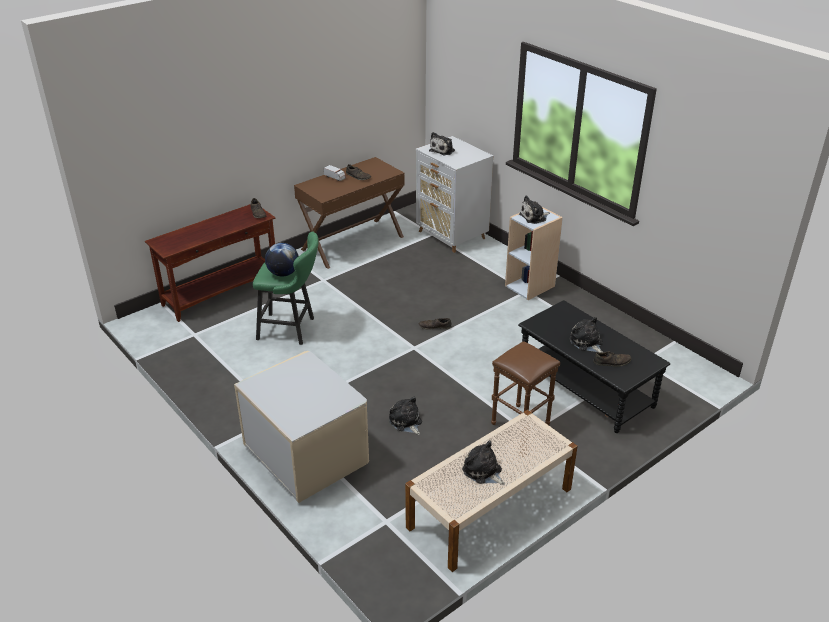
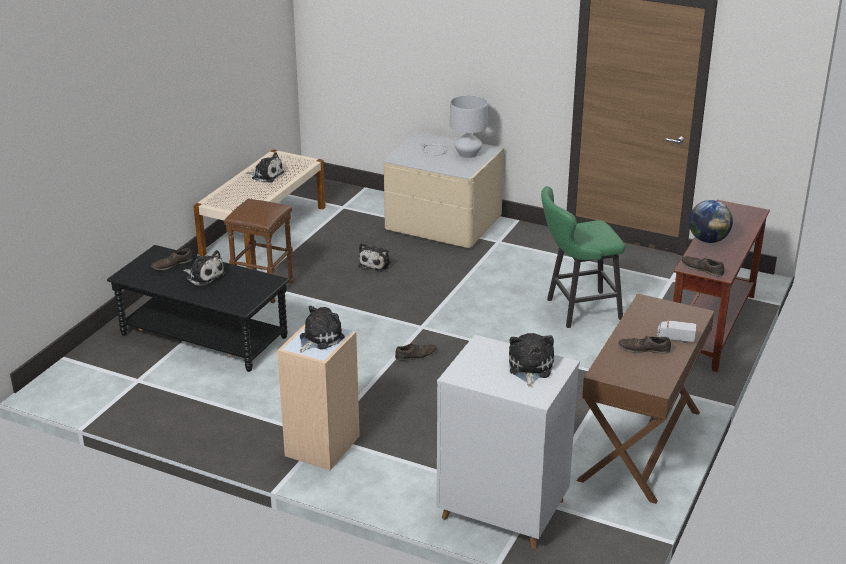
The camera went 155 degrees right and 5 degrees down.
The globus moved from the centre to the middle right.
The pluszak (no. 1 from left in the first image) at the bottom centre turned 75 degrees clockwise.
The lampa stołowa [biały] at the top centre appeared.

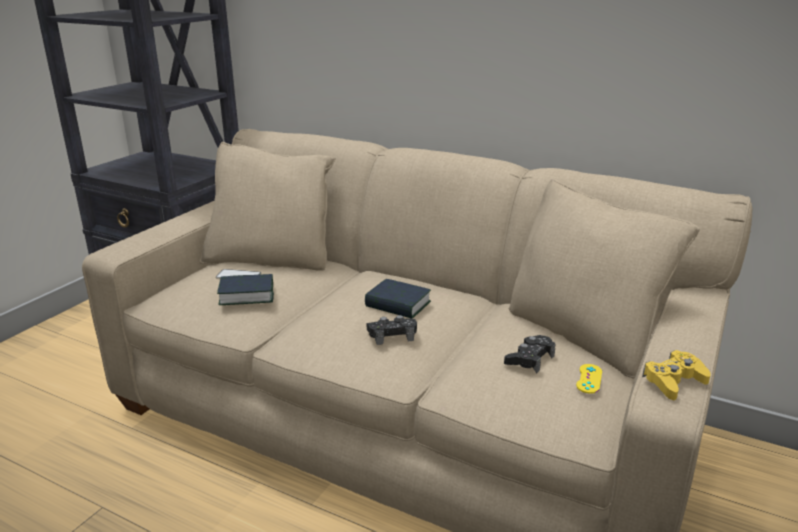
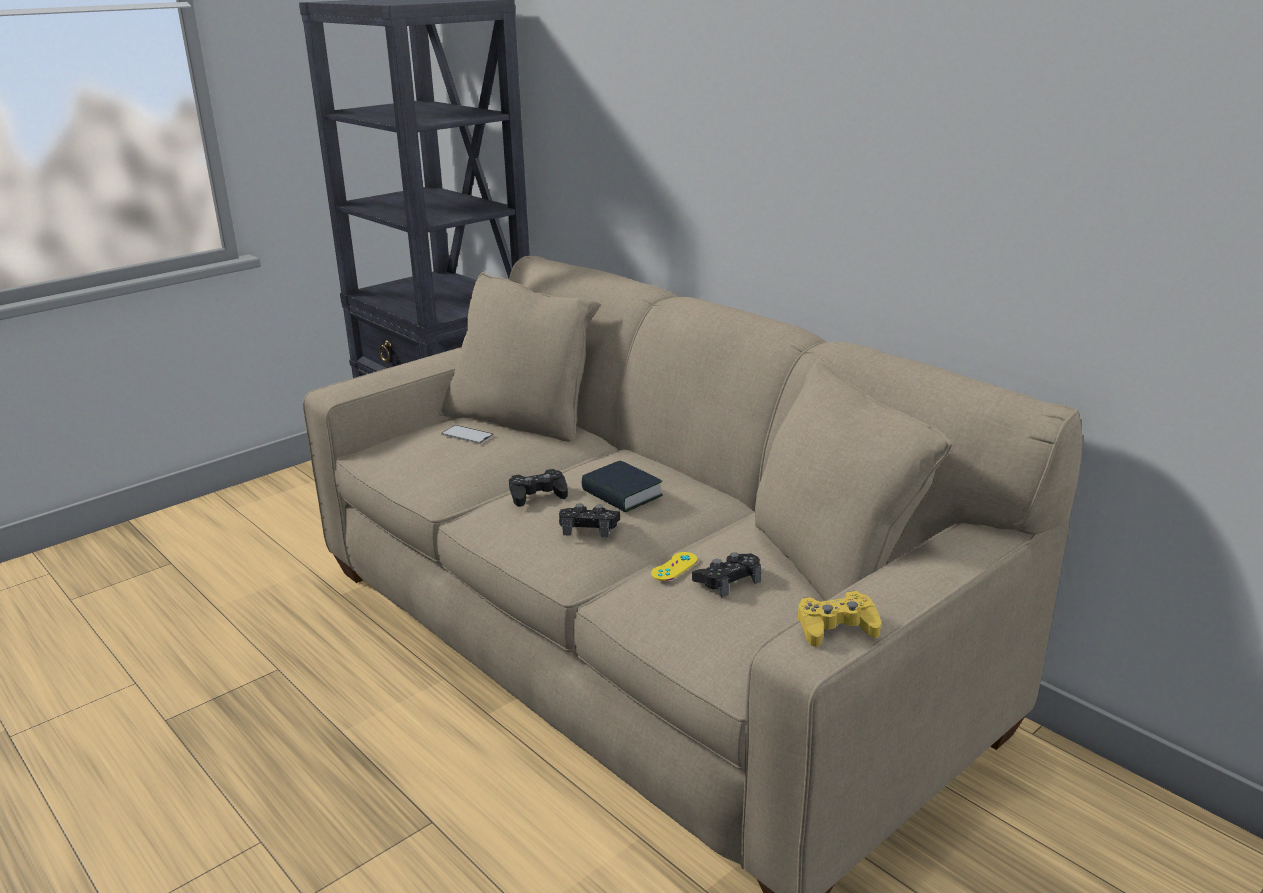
The camera went 20 degrees right and 0 degrees up.
The książka (no. 1 from left) at the middle left disappeared.
The pad do gier [żółty] (no. 1 from left) moved from the bottom right to the centre.
The pad do gier [czarny] (no. 1 from left) at the centre appeared.

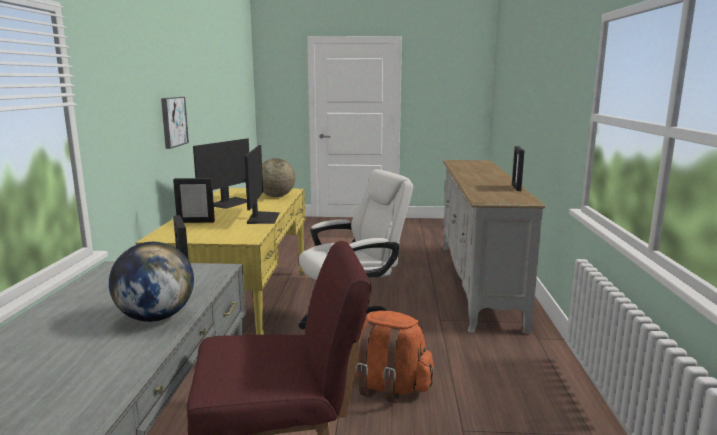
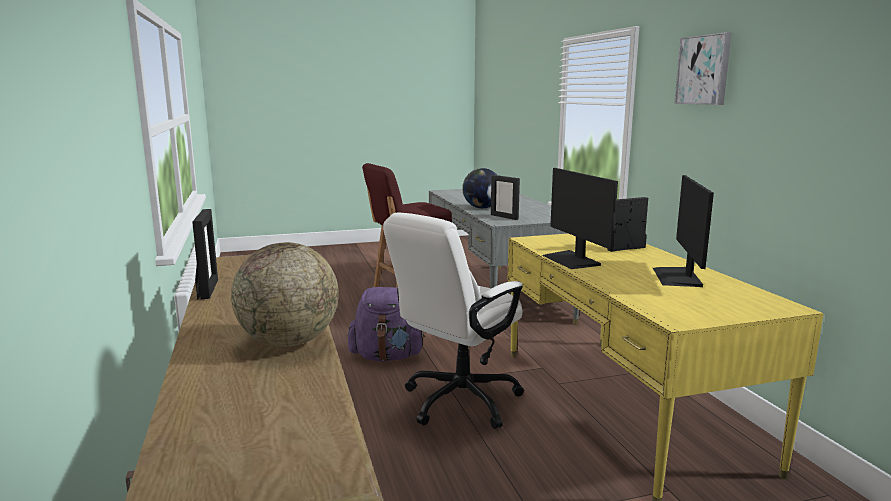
The camera went 160 degrees right and 0 degrees up.
The obraz moved from the top left to the top right.
The globus (no. 2 from left in the first image) moved from the centre to the middle left.
The plecak [pomarańczowy] at the bottom centre became the plecak [fioletowy] at the centre.

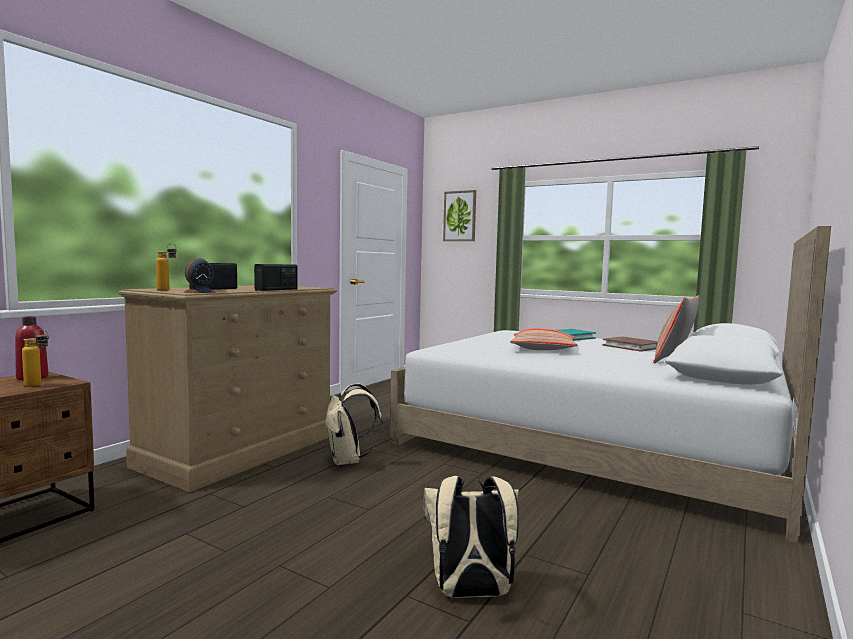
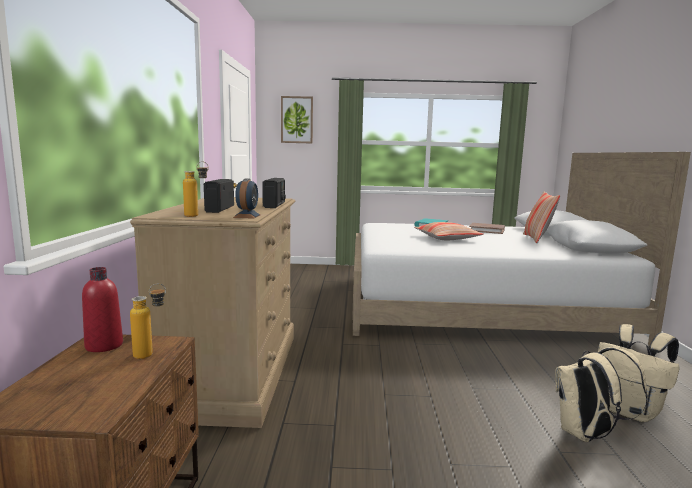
The camera went 30 degrees left and 5 degrees up.
The plecak [beżowy] (no. 1 from left in the first image) moved from the centre to the bottom right.

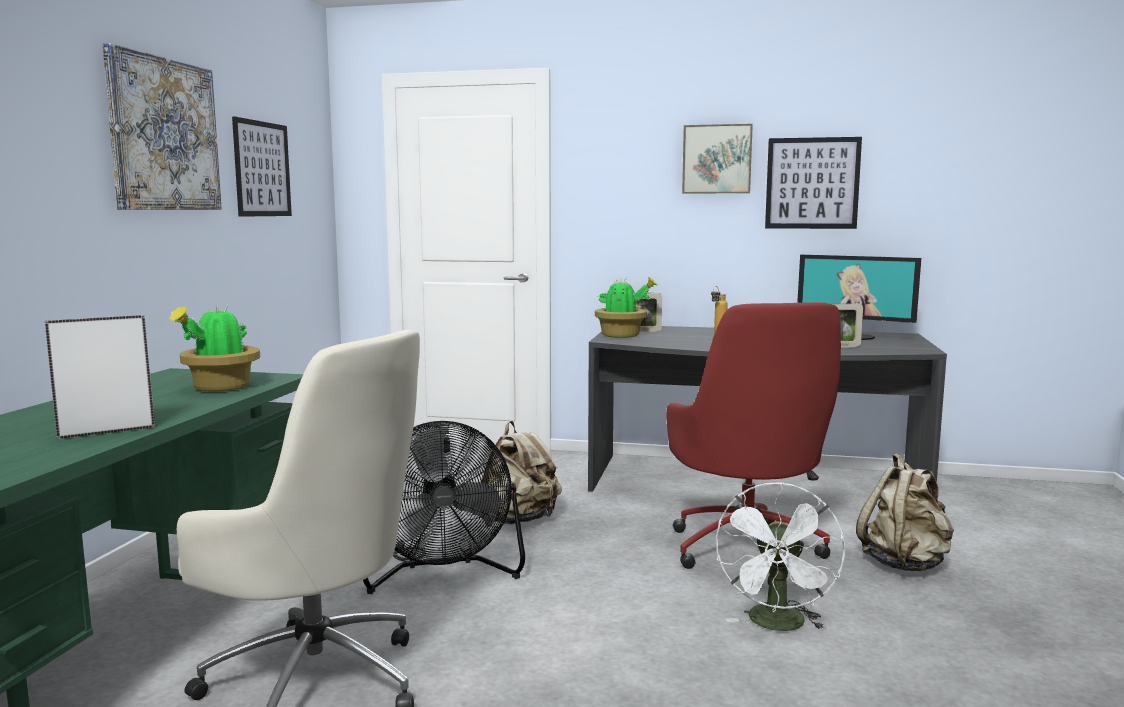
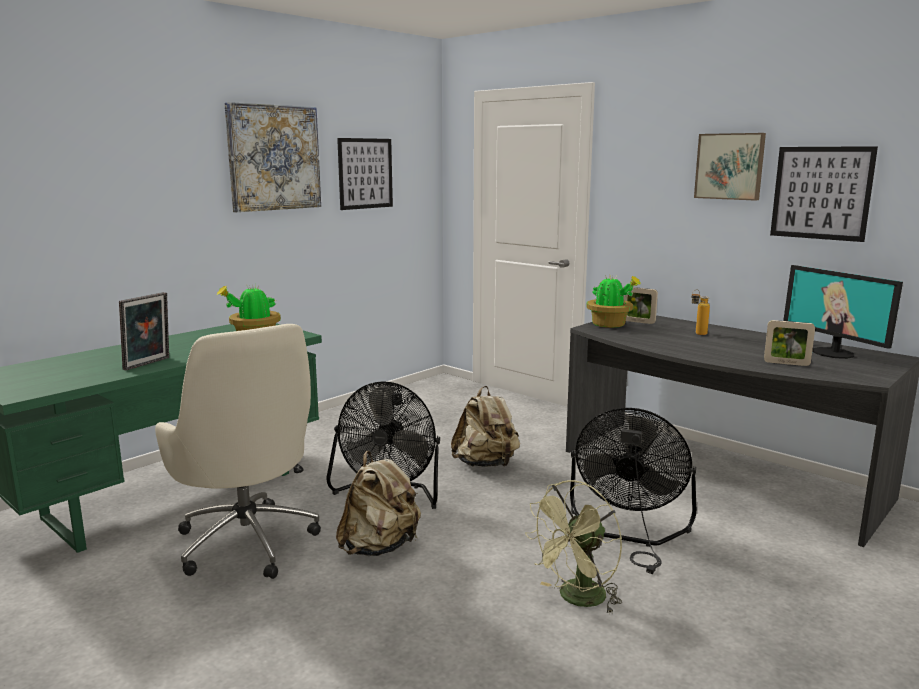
The camera went 30 degrees right and 5 degrees up.
The krzesło biurowe [czerwony] at the middle right was replaced by the wentylator [czarny] (no. 2 from left) at the bottom right.
The ramka na zdjęcie (no. 1 from left) at the middle left turned 120 degrees clockwise.
The plecak [beżowy] (no. 2 from left in the first image) moved from the bottom right to the bottom centre.
The wentylator [biały] at the bottom right became the wentylator [zielony] at the bottom centre.

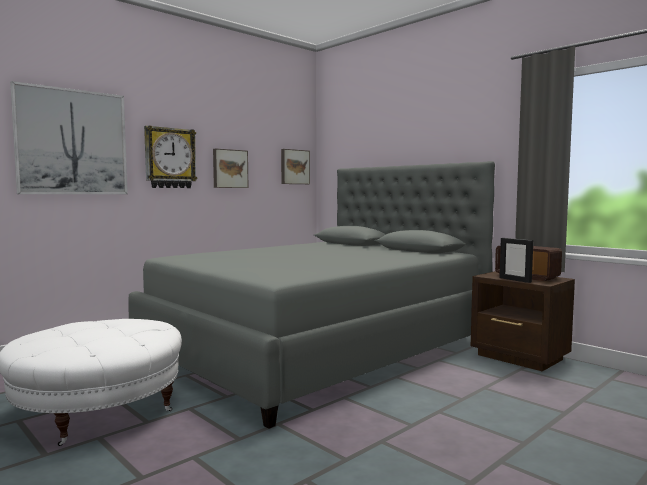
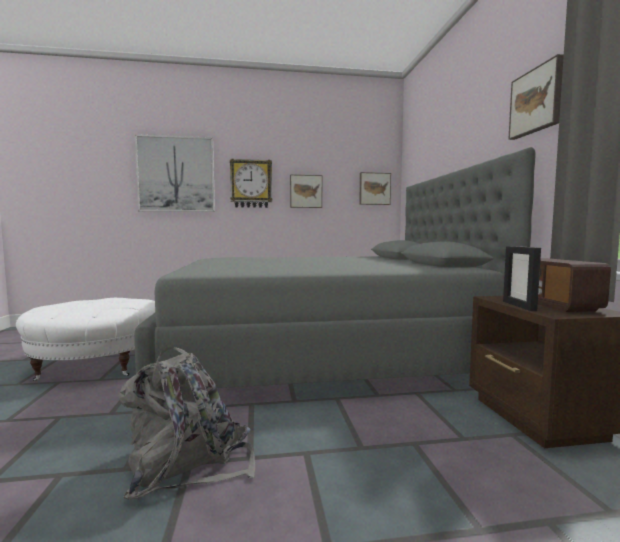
The camera went 35 degrees right and 0 degrees up.
The obraz (no. 4 from left) at the top right appeared.
The plecak [szary] at the bottom left appeared.

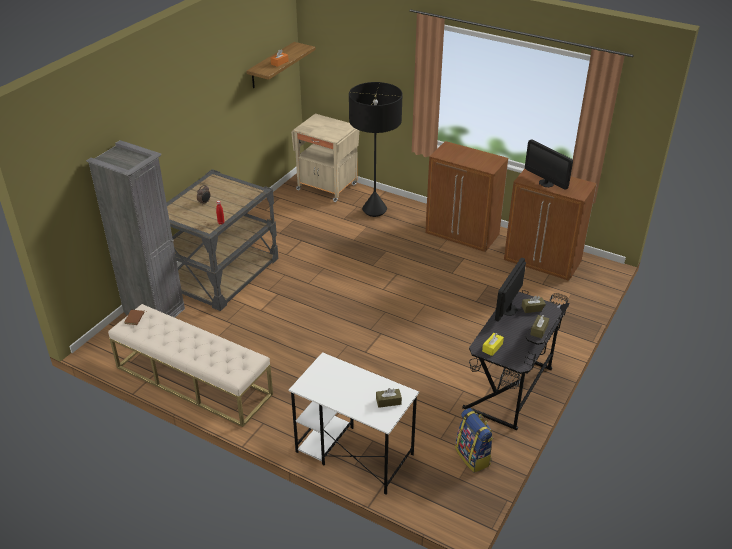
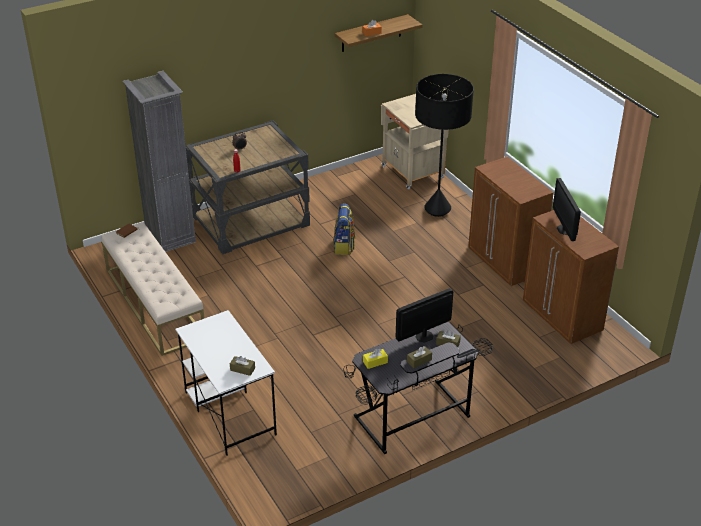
The camera went 30 degrees right and 0 degrees up.
The plecak moved from the bottom centre to the centre.

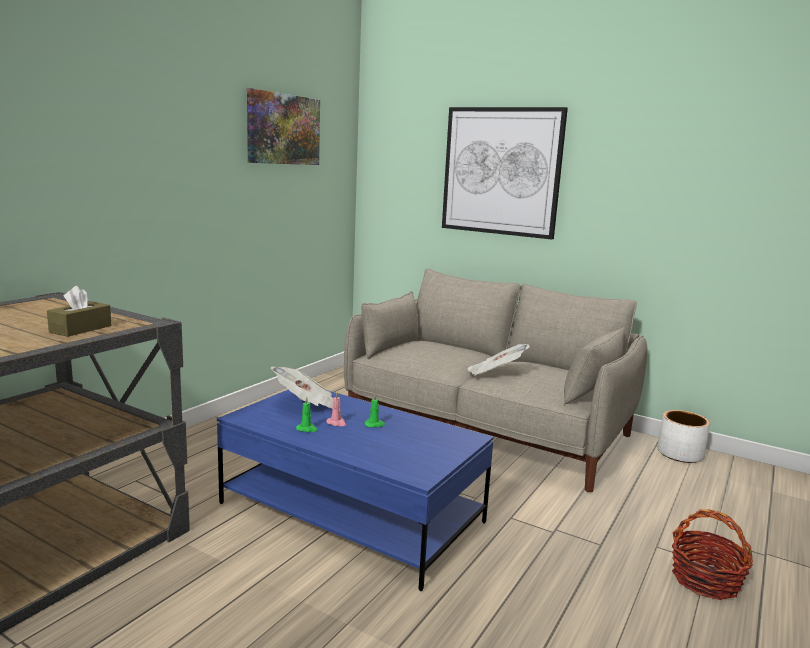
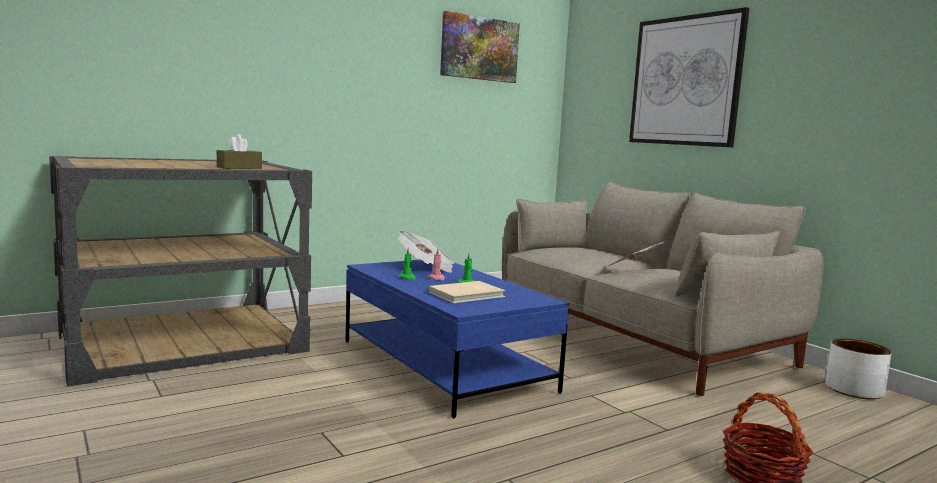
The camera went 25 degrees right and 5 degrees down.
The książka [beżowy] at the centre appeared.

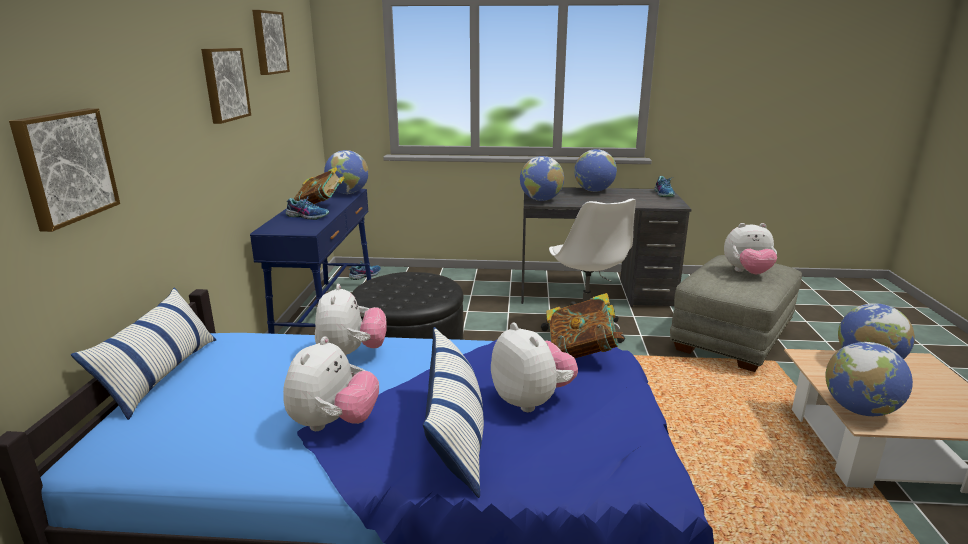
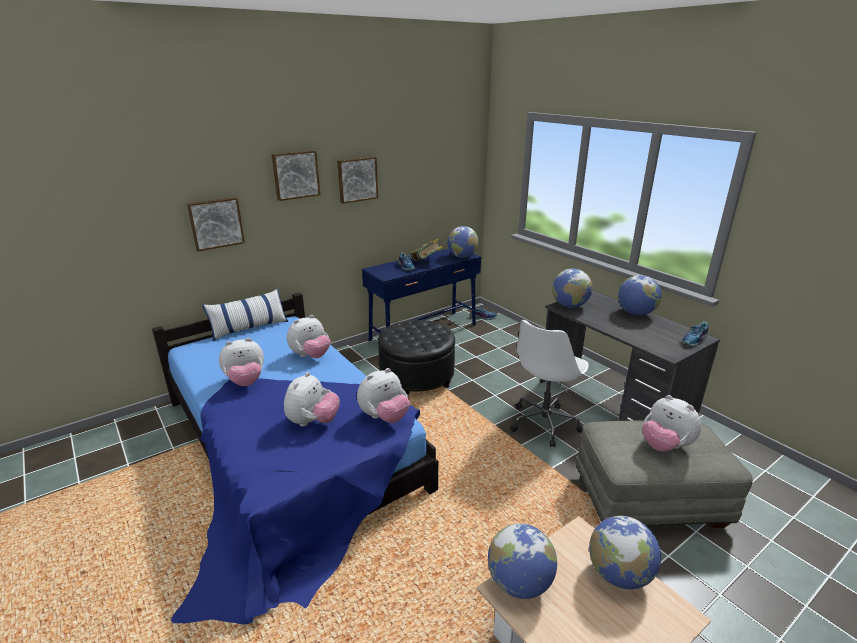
The camera went 50 degrees right and 5 degrees up.
The obraz (no. 3 from left in the first image) moved from the top left to the top centre.
The książka (no. 2 from left) at the centre was replaced by the pluszak (no. 4 from left) at the centre.
The poduszka (no. 2 from left) at the bottom centre disappeared.

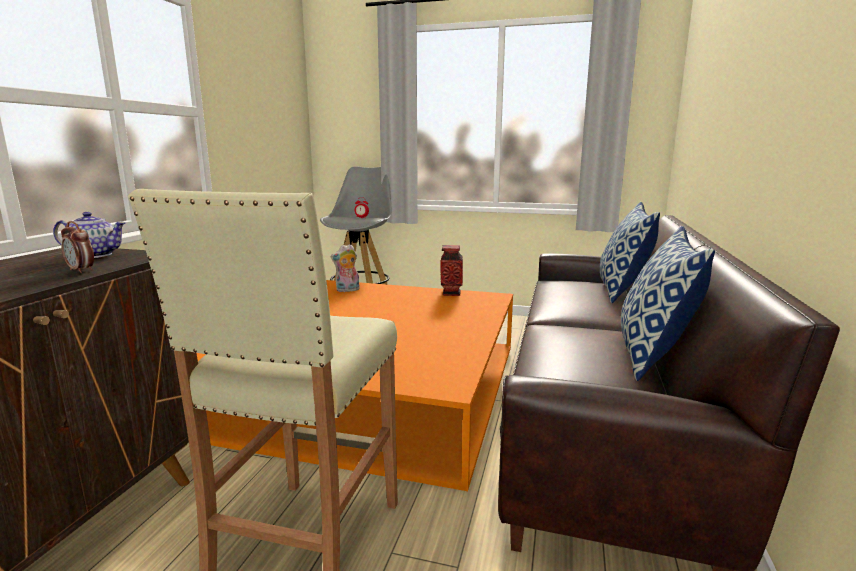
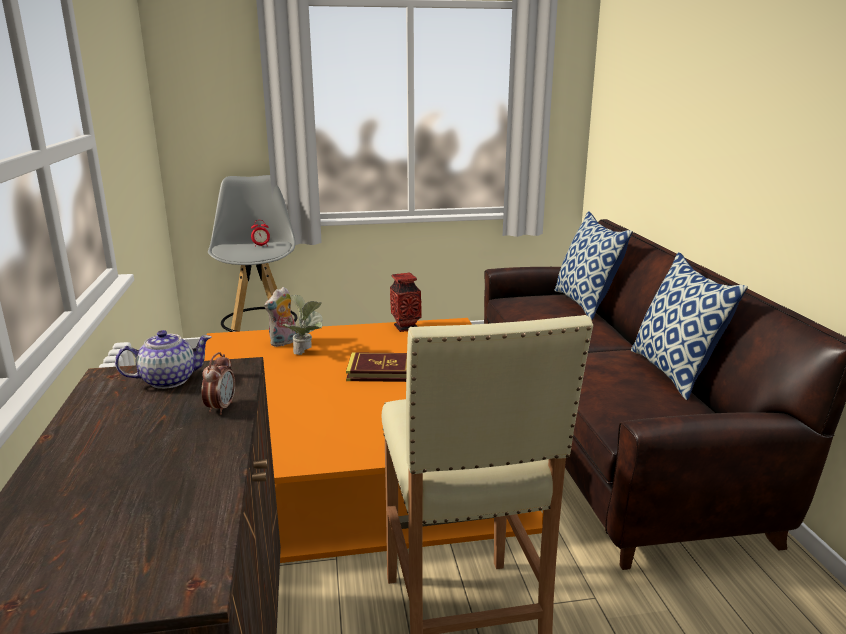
The camera went 25 degrees left and 5 degrees up.
The budzik (no. 1 from left) at the middle left turned 90 degrees counterclockwise.
The roślina doniczkowa at the centre appeared.
The książka at the centre appeared.

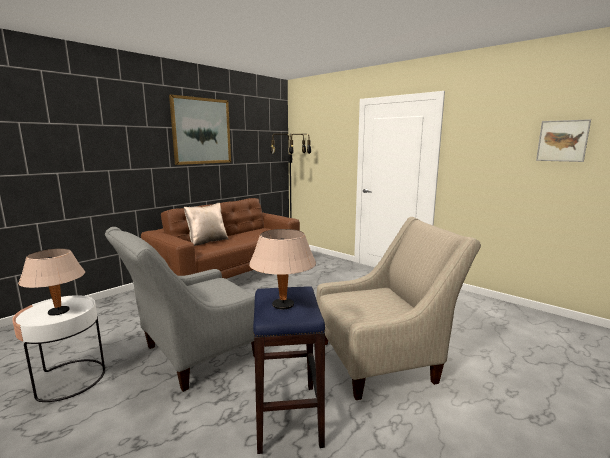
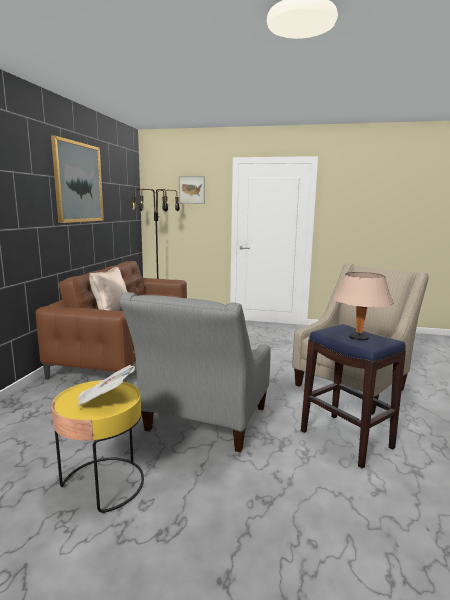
The camera went 30 degrees left and 0 degrees up.
The obraz (no. 2 from left) moved from the top right to the top centre.
The lampa stołowa [beżowy] (no. 1 from left) at the middle left was replaced by the gazeta at the middle left.
The stolik [biały] at the bottom left became the stolik [żółty] at the bottom left.

